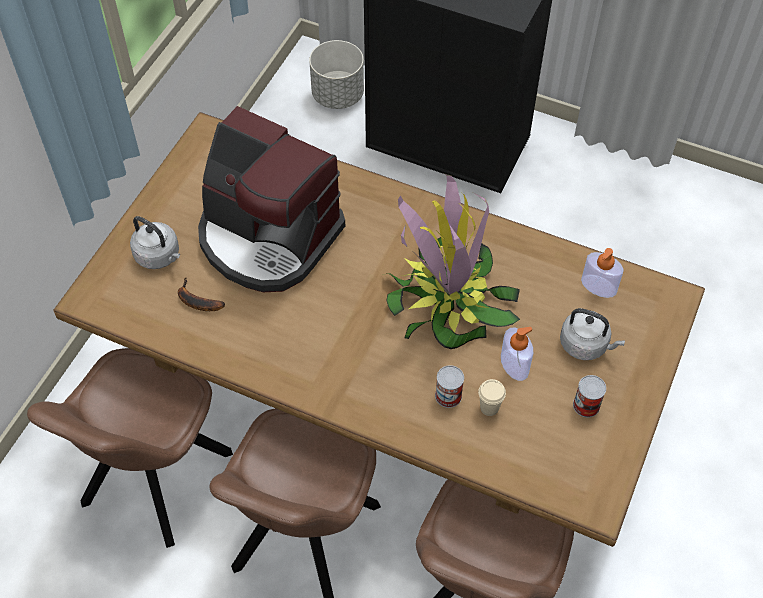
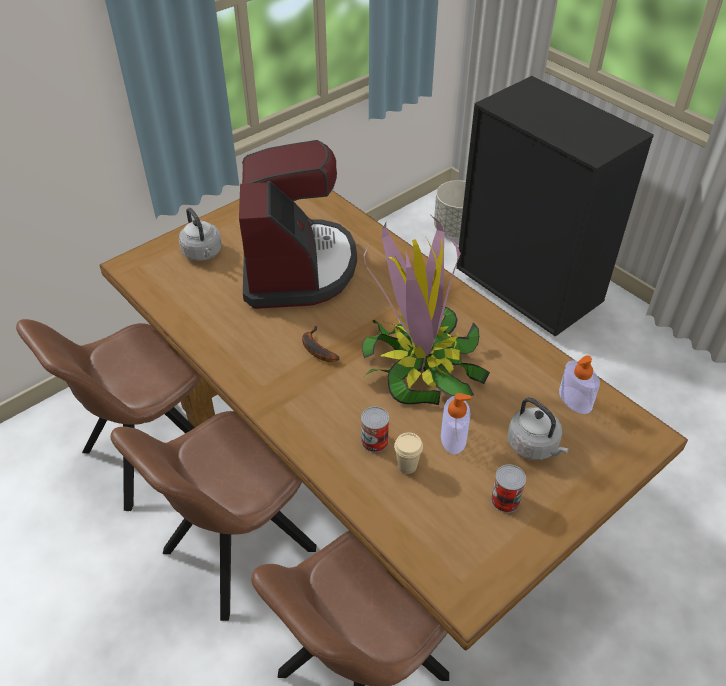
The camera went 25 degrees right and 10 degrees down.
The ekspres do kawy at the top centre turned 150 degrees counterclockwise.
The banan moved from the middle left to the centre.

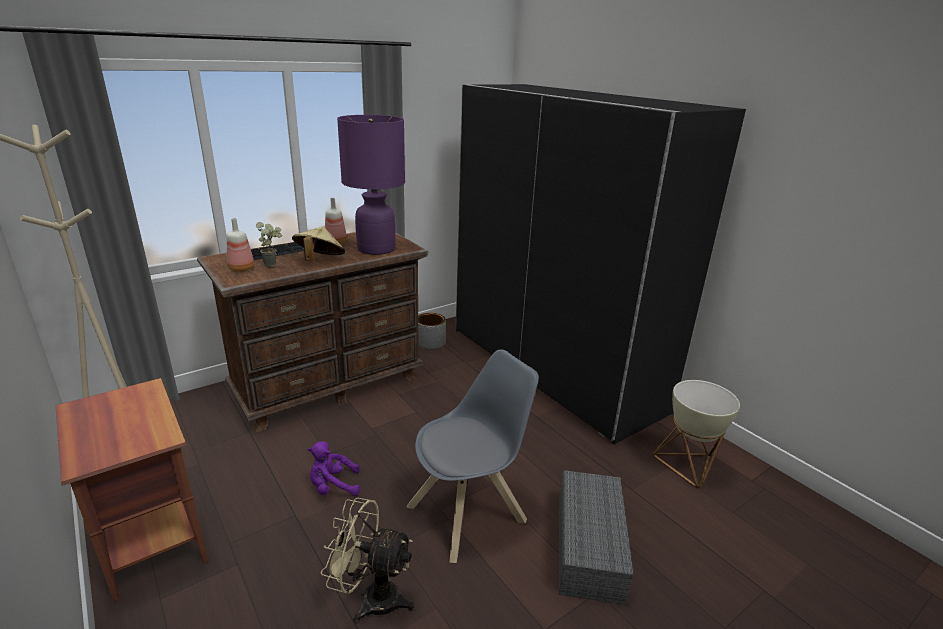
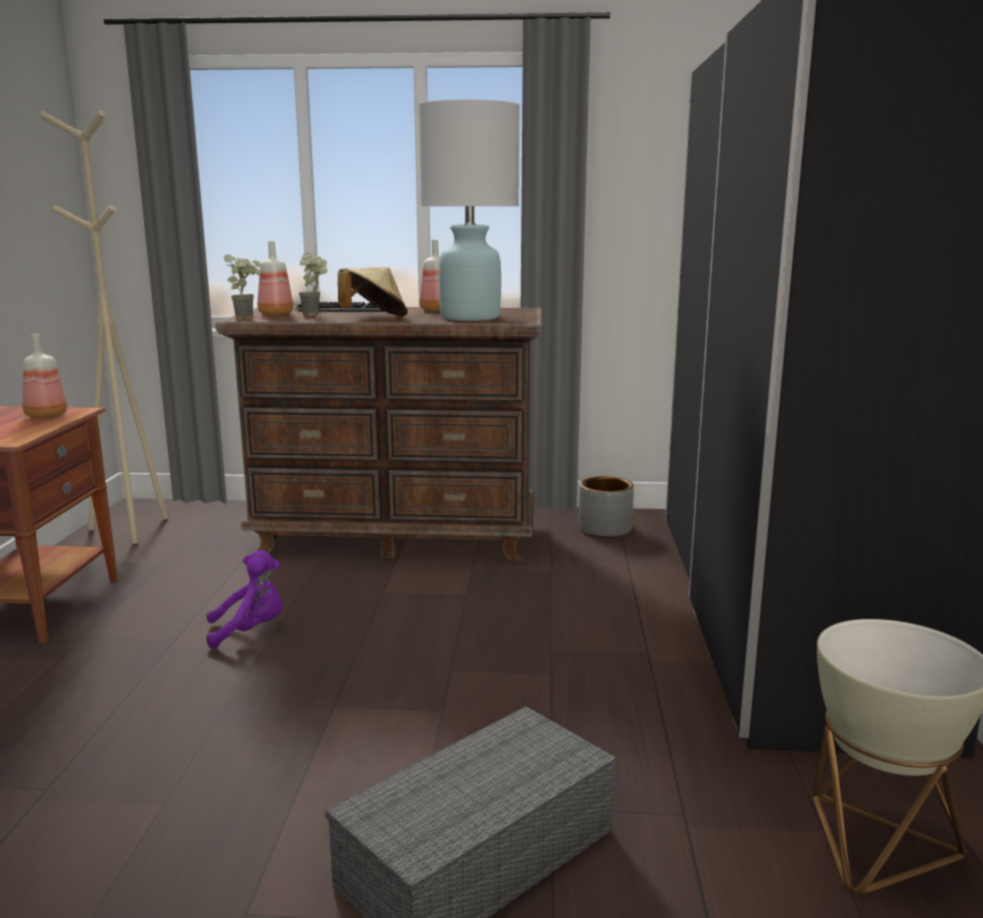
The camera went 40 degrees right and 10 degrees down.
The lampa stołowa [fioletowy] at the top centre became the lampa stołowa [biały] at the top centre.
The krzesło [szary] at the bottom centre disappeared.
The pluszak [fioletowy] at the bottom centre turned 135 degrees clockwise.
The wentylator [beżowy] at the bottom centre disappeared.
The roślina doniczkowa (no. 1 from left) at the top left appeared.
The butelka (no. 1 from left) at the middle left appeared.

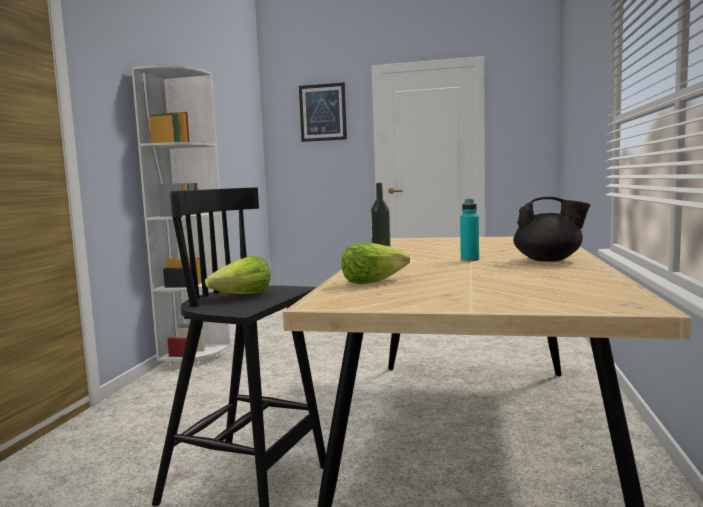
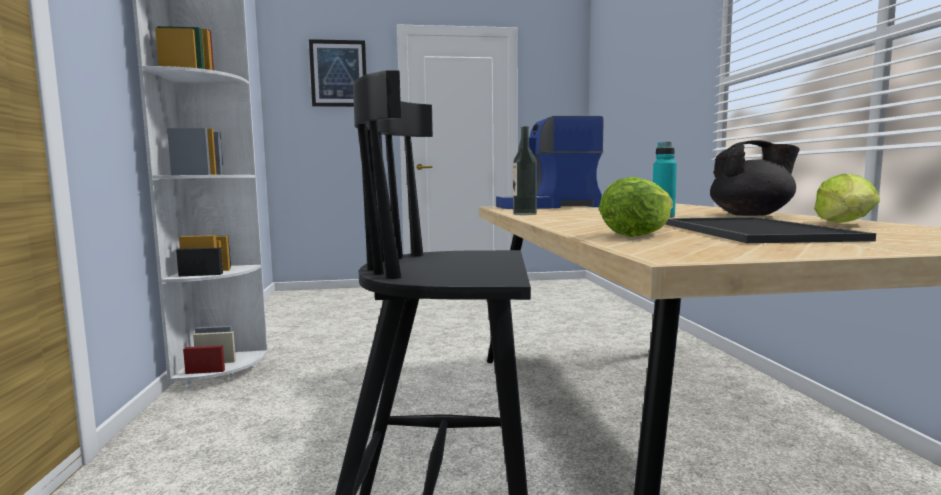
The camera went 20 degrees left and 0 degrees up.
The sałata (no. 1 from left in the first image) moved from the centre to the middle right.
The ekspres do kawy at the top centre appeared.
The taca at the middle right appeared.

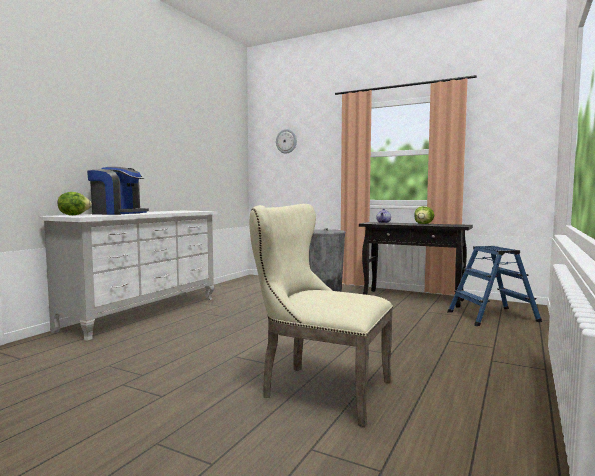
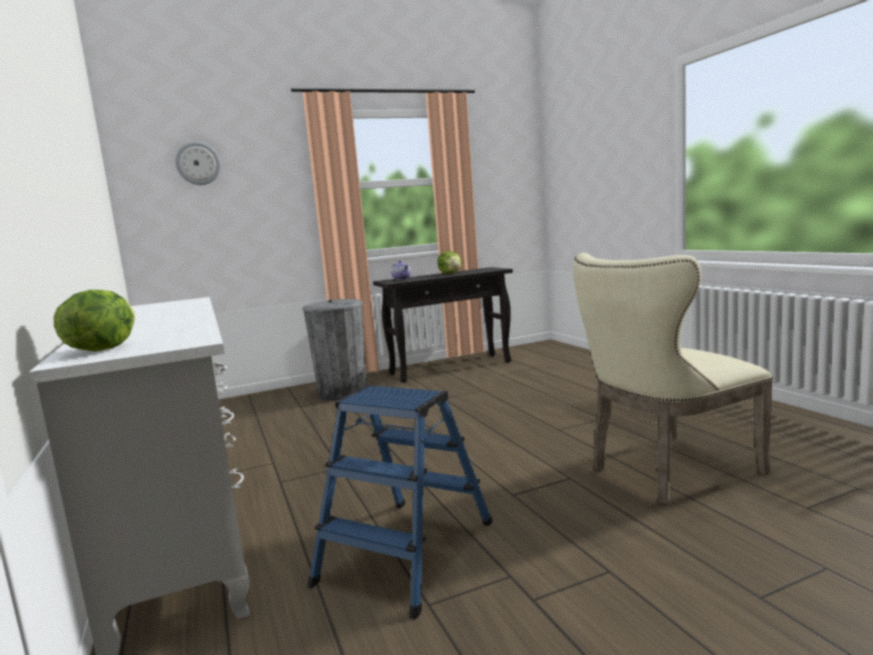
The camera went 50 degrees left and 5 degrees up.
The ekspres do kawy at the middle left disappeared.
The drabinka [niebieski] moved from the middle right to the bottom centre.

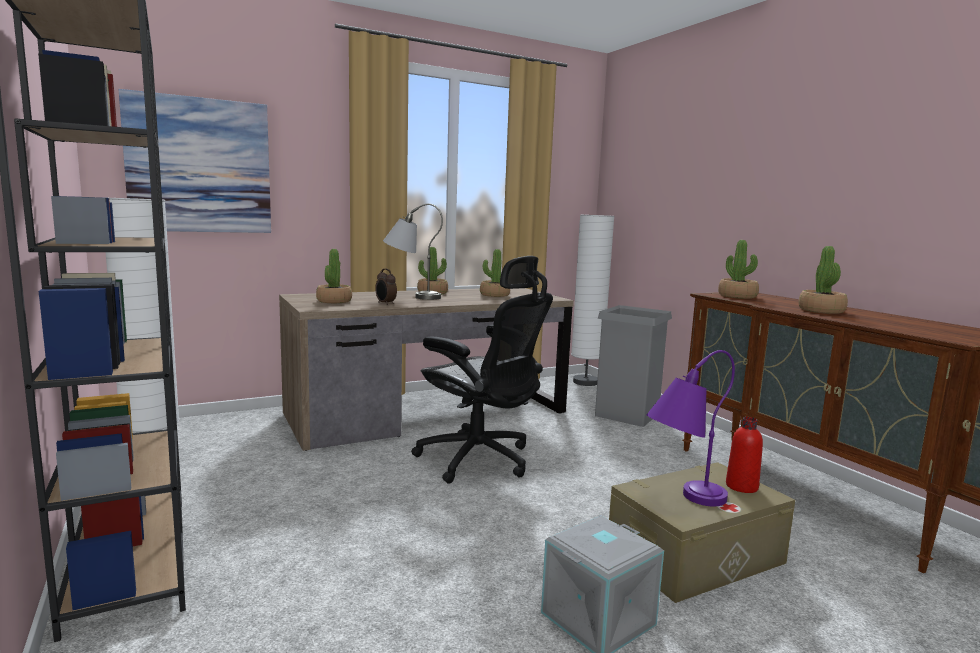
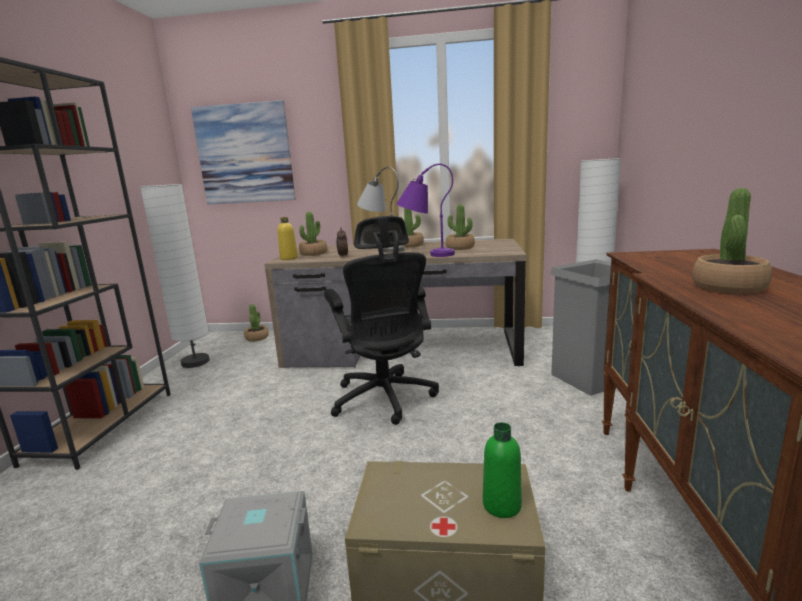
The camera went 35 degrees right and 5 degrees up.
The roślina doniczkowa (no. 4 from left in the first image) moved from the middle right to the middle left.
The lampa stołowa [fioletowy] moved from the middle right to the centre.
The butelka [czerwony] at the bottom right became the butelka [zielony] at the bottom centre.
The butelka [żółty] at the centre appeared.

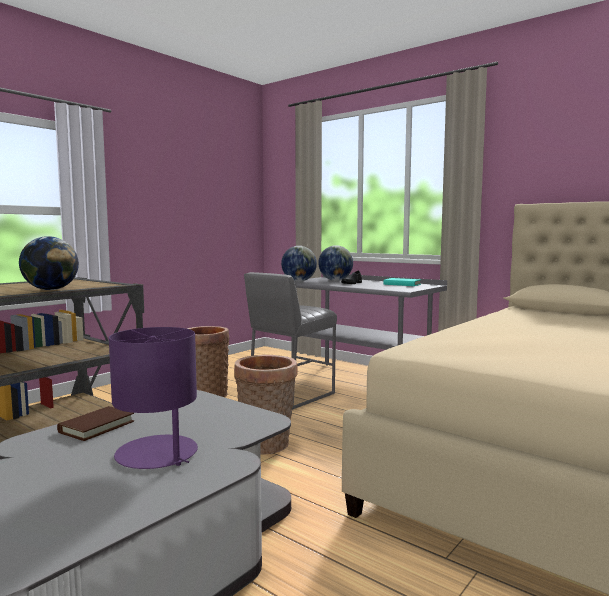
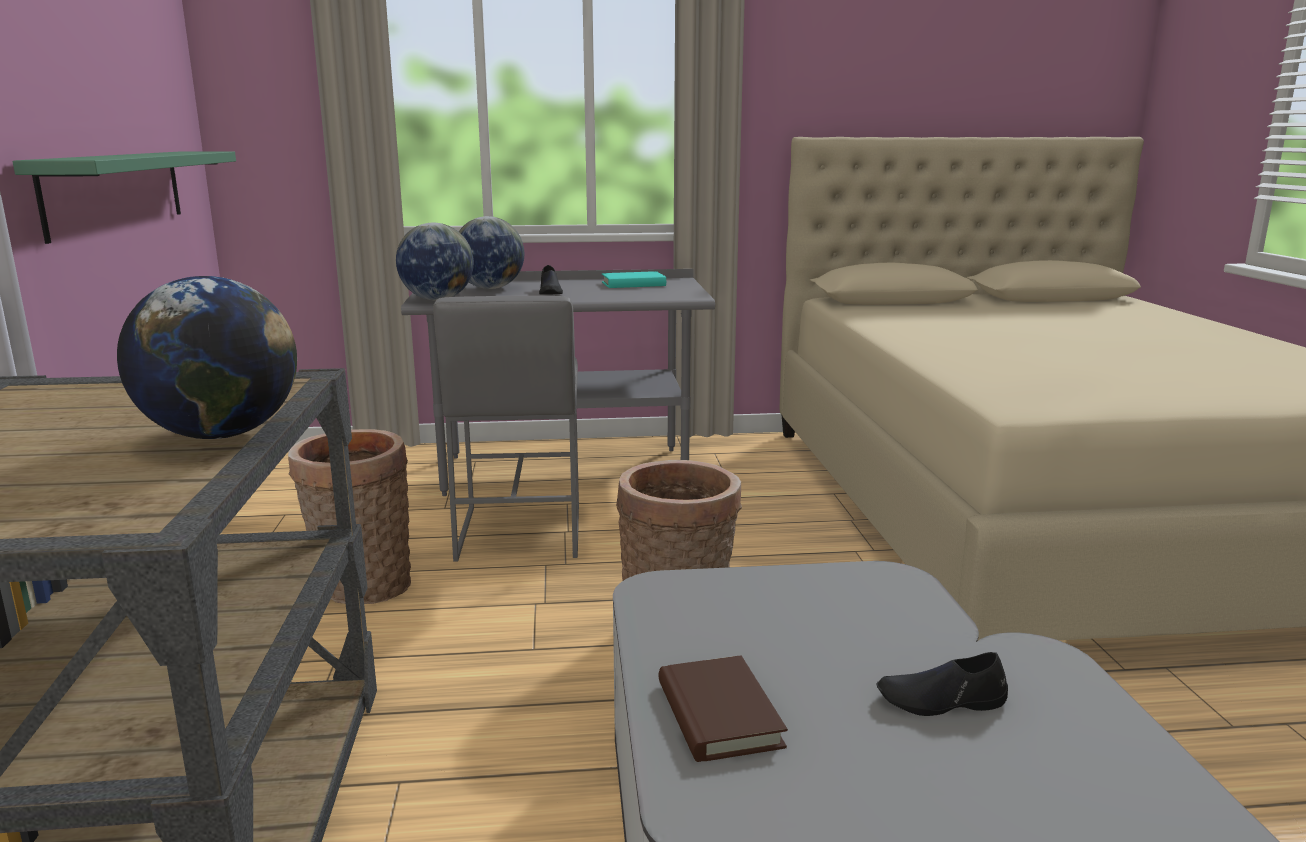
The camera went 45 degrees left and 10 degrees up.
The lampa stołowa [fioletowy] at the bottom left was replaced by the but [czarny] (no. 2 from left) at the bottom right.
The półka [zielony] at the top left appeared.

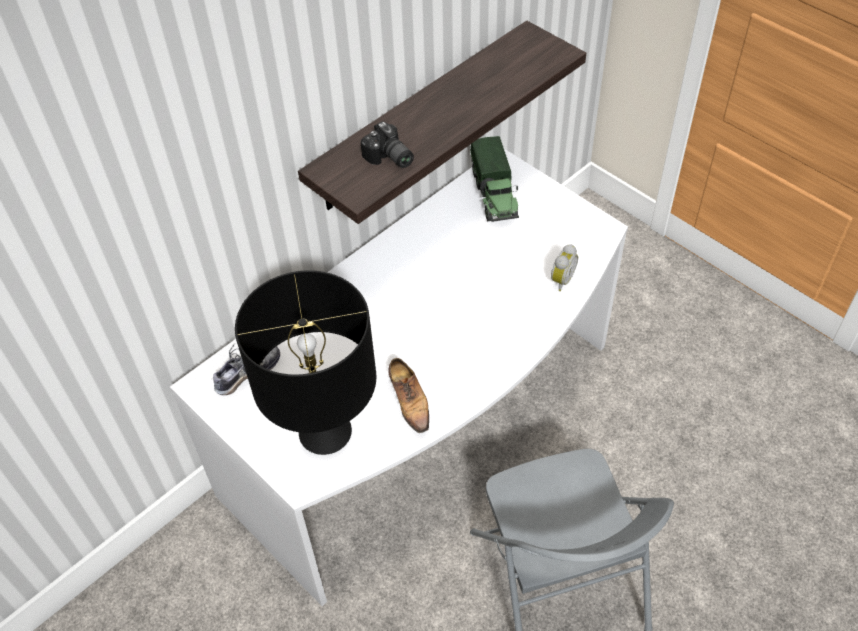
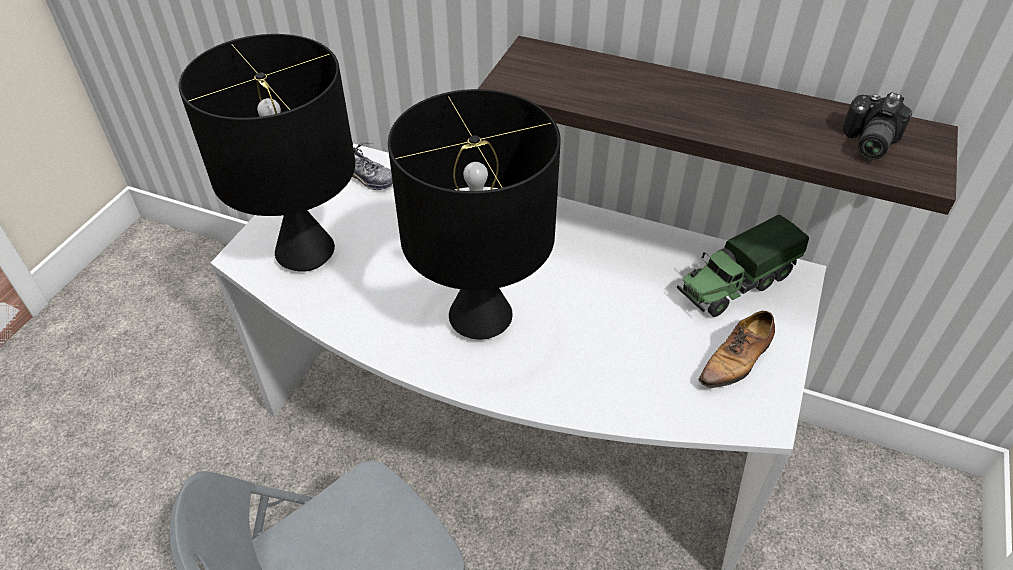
The camera went 65 degrees right and 5 degrees down.
The aparat fotograficzny moved from the top centre to the top right.
The budzik at the centre disappeared.
The but (no. 2 from left) moved from the centre to the middle right.
The lampa stołowa [czarny] (no. 2 from left) at the centre appeared.

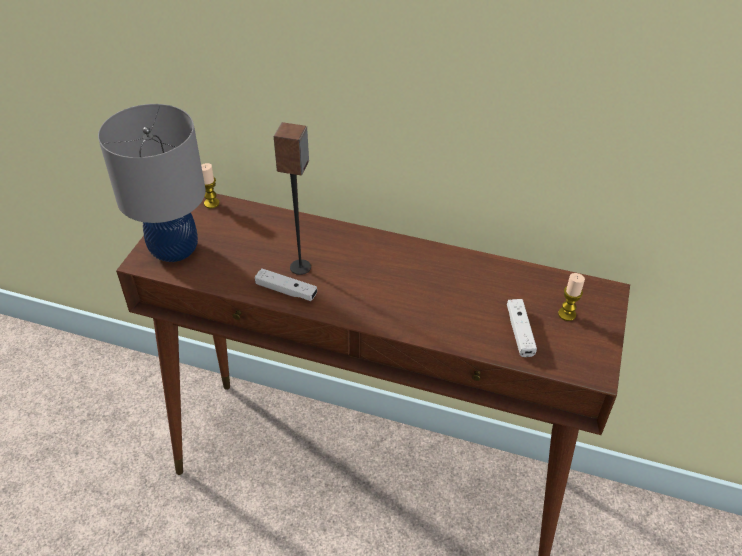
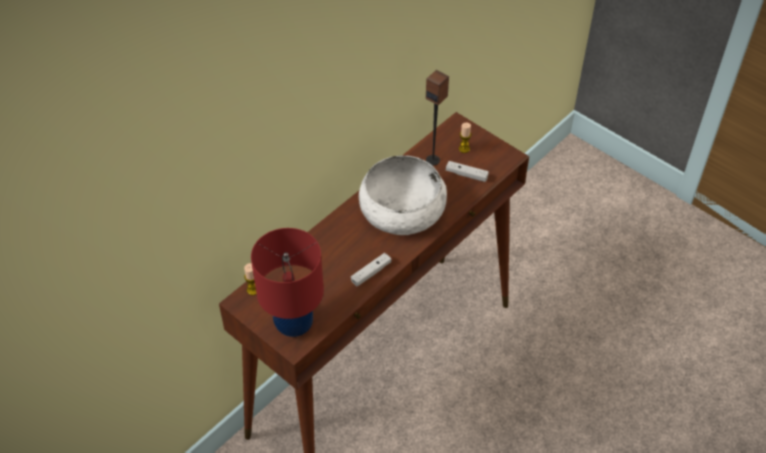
The camera went 65 degrees left and 5 degrees up.
The lampa stołowa [szary] at the top left became the lampa stołowa [czerwony] at the centre.
The głośnik moved from the centre to the top centre.
The miska [biały] at the centre appeared.

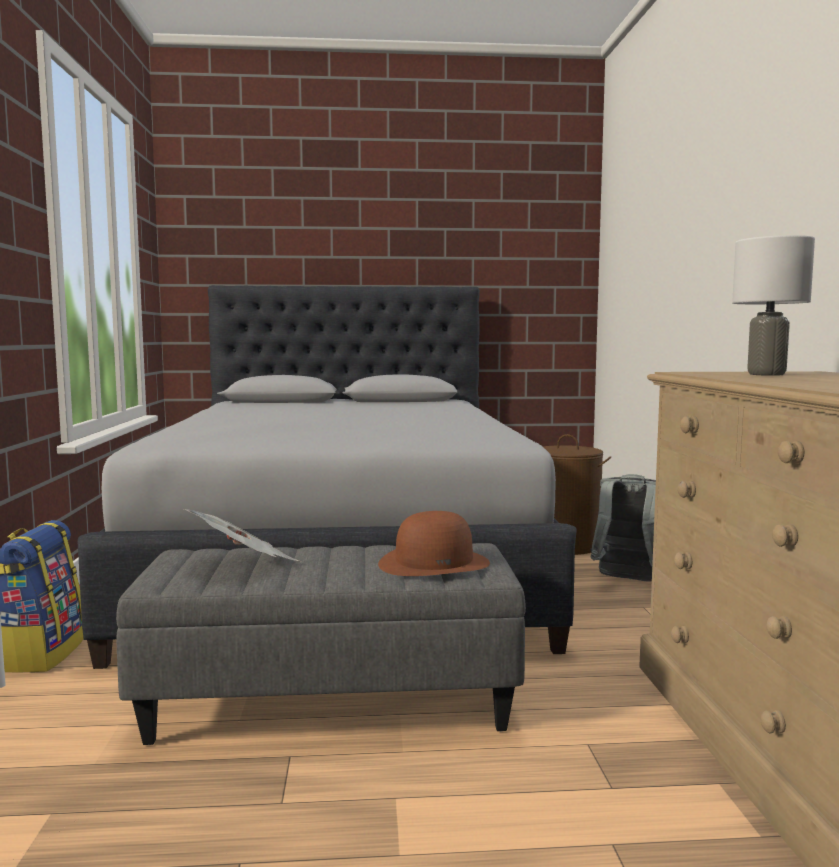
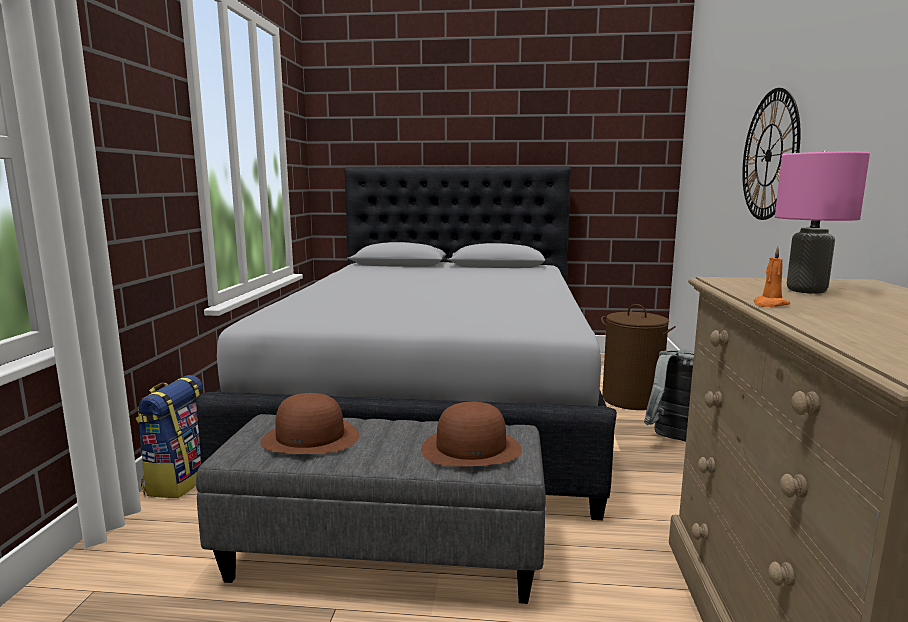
The camera went 10 degrees right and 5 degrees up.
The lampa stołowa [biały] at the middle right became the lampa stołowa [różowy] at the middle right.
The gazeta at the middle left was replaced by the kapelusz [brązowy] (no. 1 from left) at the bottom centre.
The zegar ścienny at the top right appeared.
The świeca [pomarańczowy] at the middle right appeared.

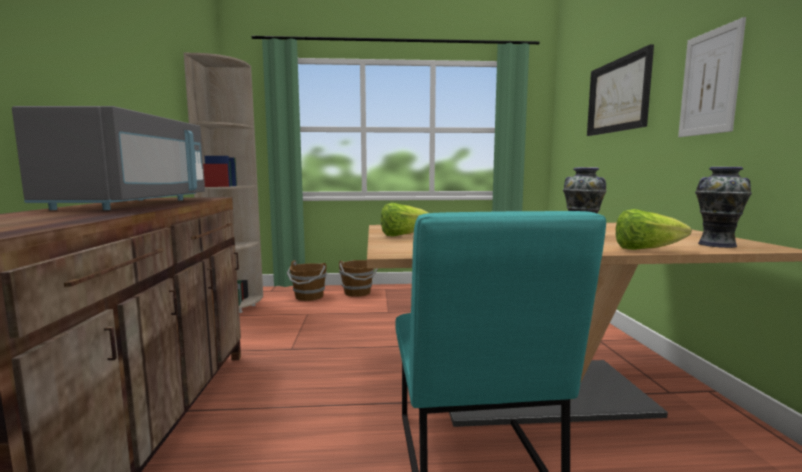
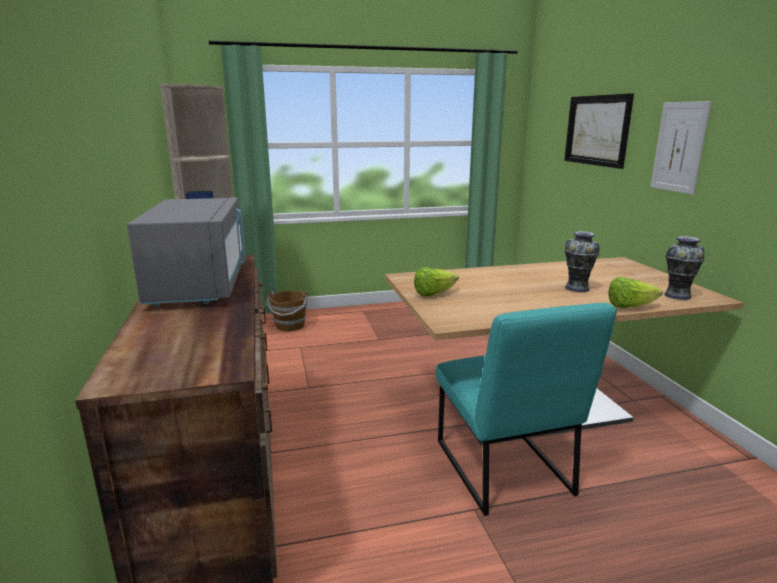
The camera went 10 degrees left and 10 degrees up.
The wiadro [brązowy] (no. 2 from left) at the centre disappeared.

